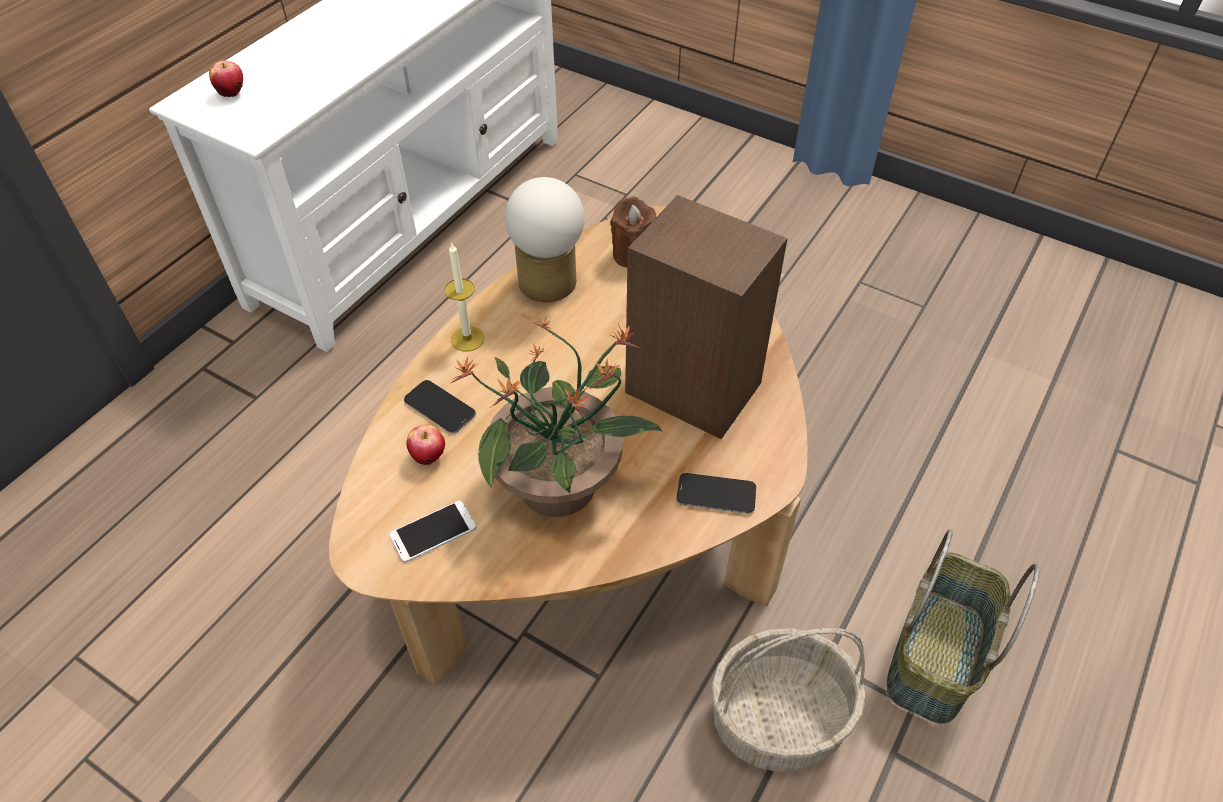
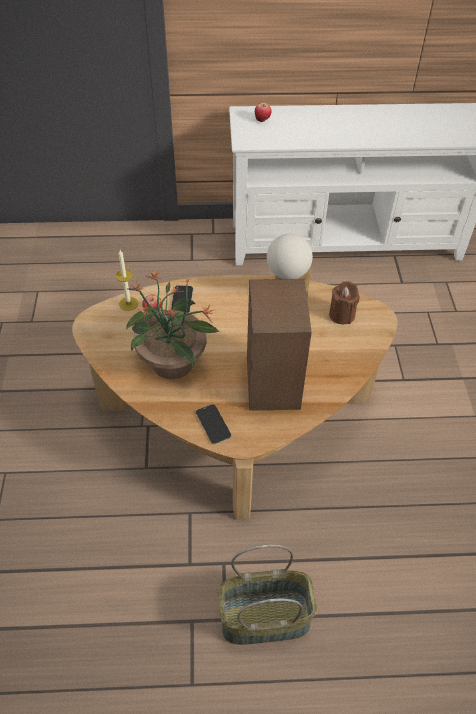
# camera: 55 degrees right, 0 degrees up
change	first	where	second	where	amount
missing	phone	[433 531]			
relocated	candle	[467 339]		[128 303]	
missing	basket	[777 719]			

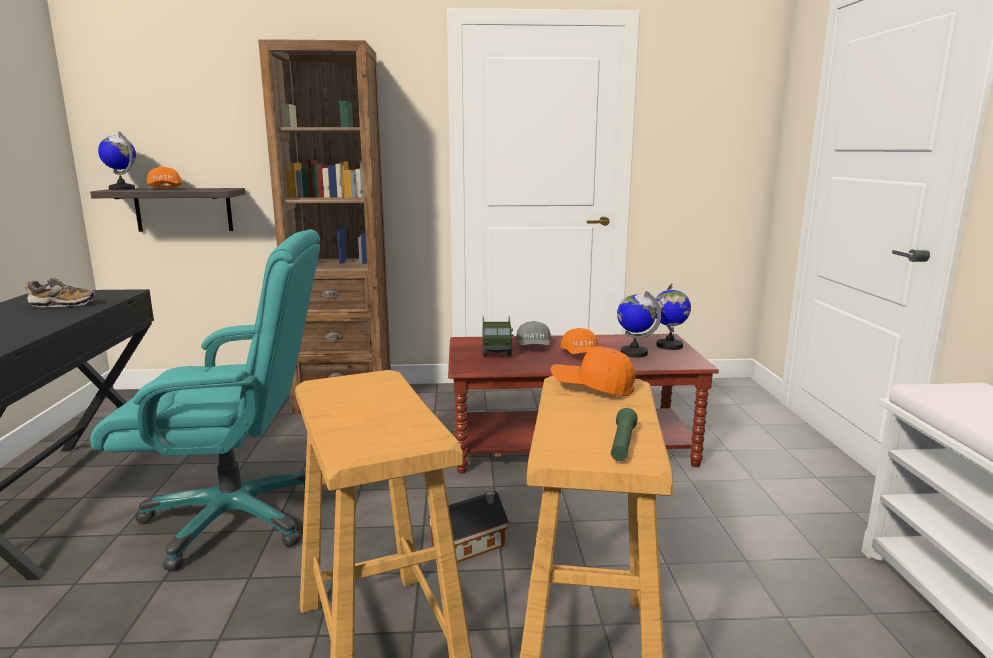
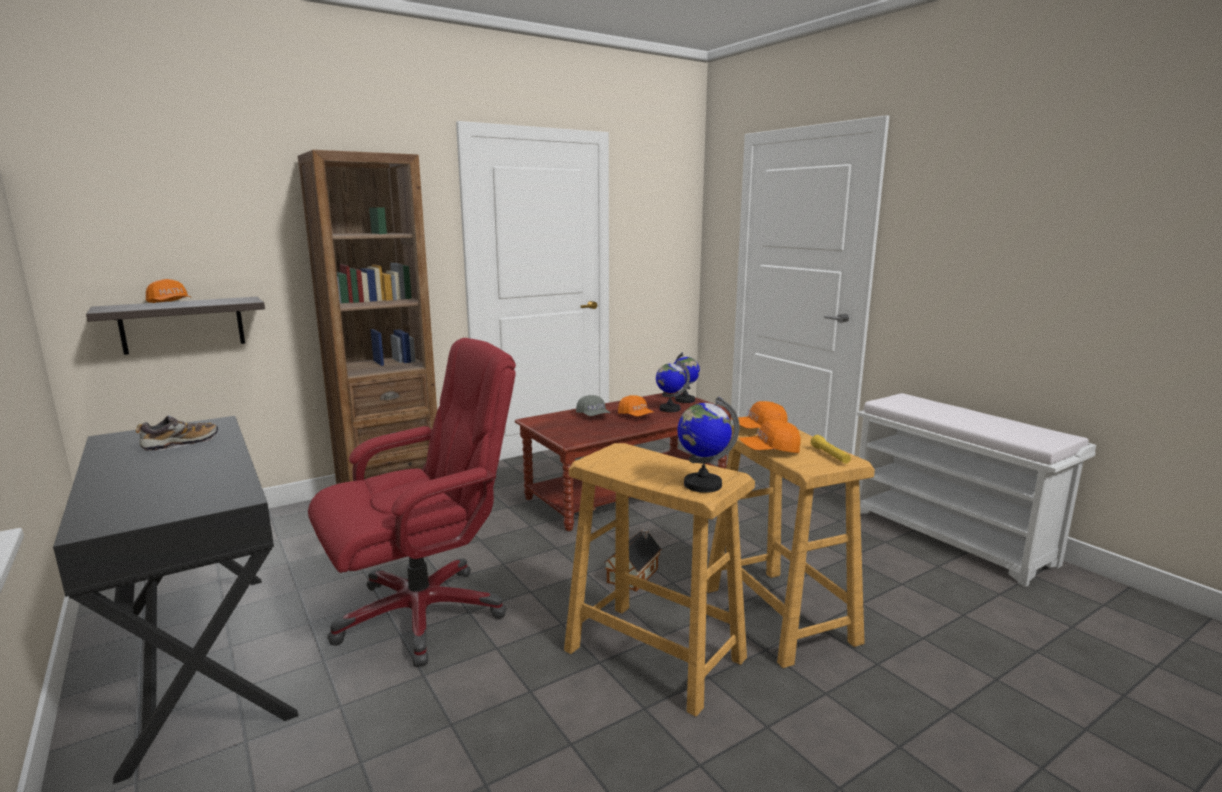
# camera: 30 degrees left, 0 degrees up
change	first	where	second	where	amount
colour	turquoise_office_chair	[236 517]	red_office_chair	[422 613]	
relocated	globe	[122 189]		[702 484]	
missing	toy_truck	[497 349]			
colour	green_flashlight	[622 444]	yellow_flashlight	[830 455]	
appeared			orange_cap	[769 450]	

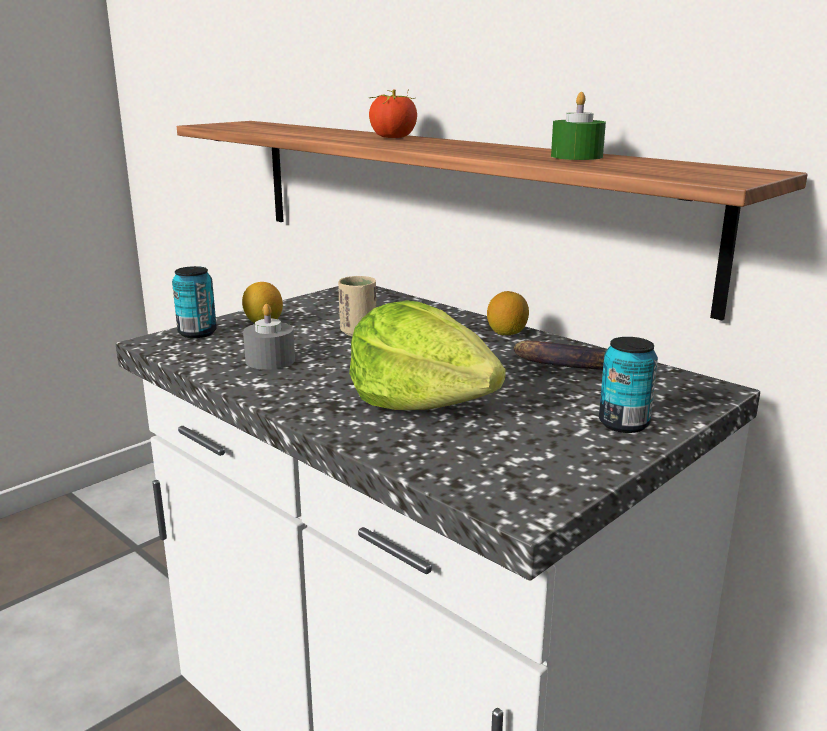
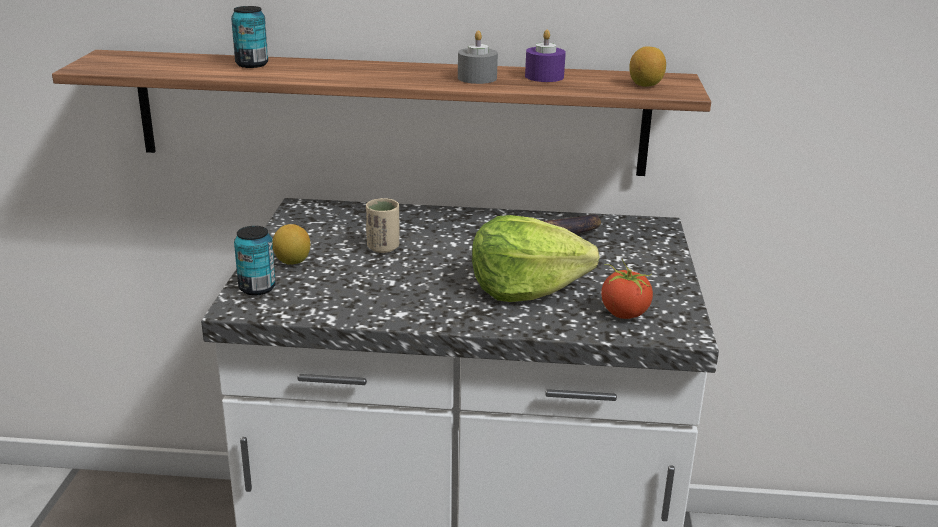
# camera: 40 degrees left, 5 degrees up
change	first	where	second	where	amount
relocated	grey_candle	[270 360]		[477 78]	
relocated	tomato	[393 137]		[624 313]	
relocated	lemon	[507 333]		[645 85]	
colour	green_candle	[576 156]	purple_candle	[544 76]	
relocated	can	[623 424]		[252 64]	

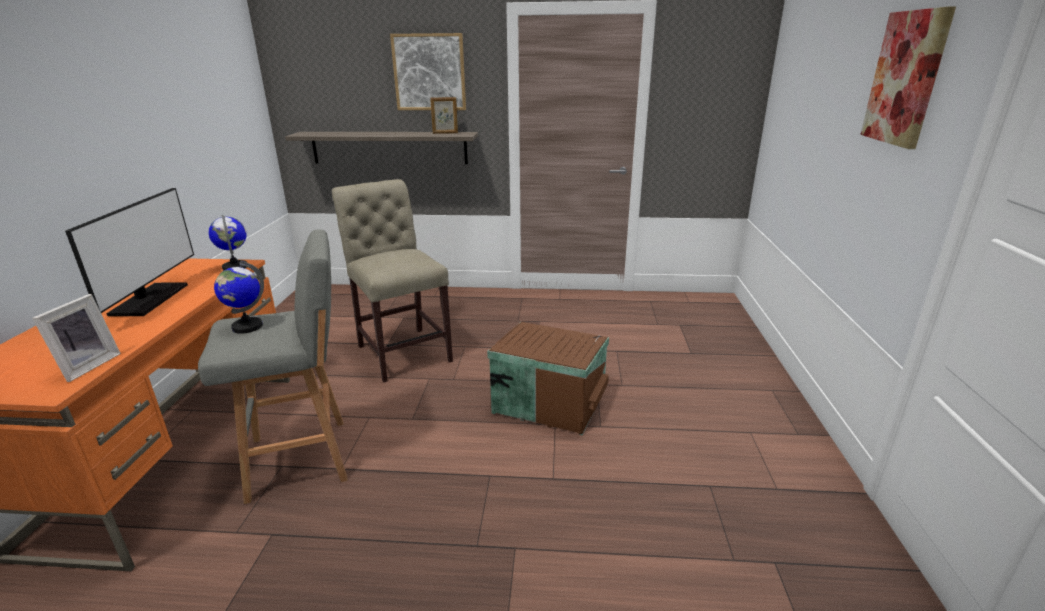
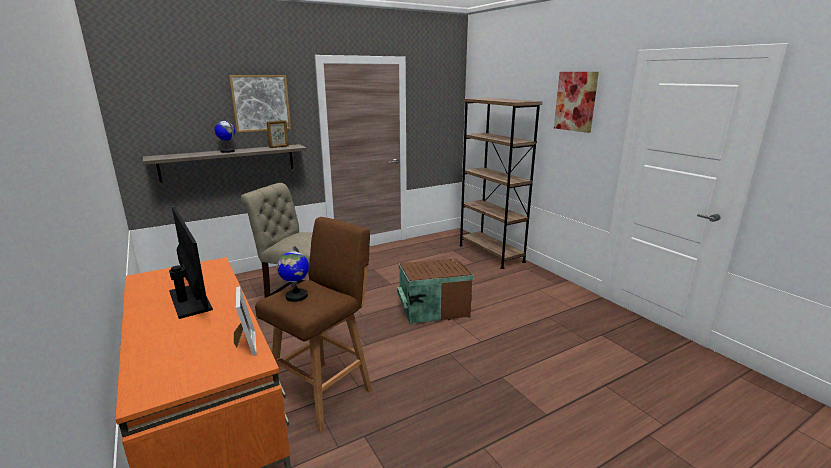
# camera: 35 degrees left, 5 degrees down
change	first	where	second	where	amount
colour	grey_stool	[303 458]	brown_stool	[324 392]	
relocated	globe	[235 267]		[227 151]	
appeared			brown_bookcase	[491 253]	

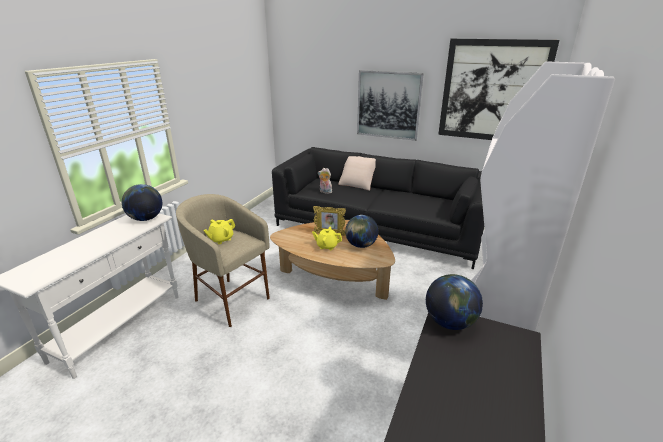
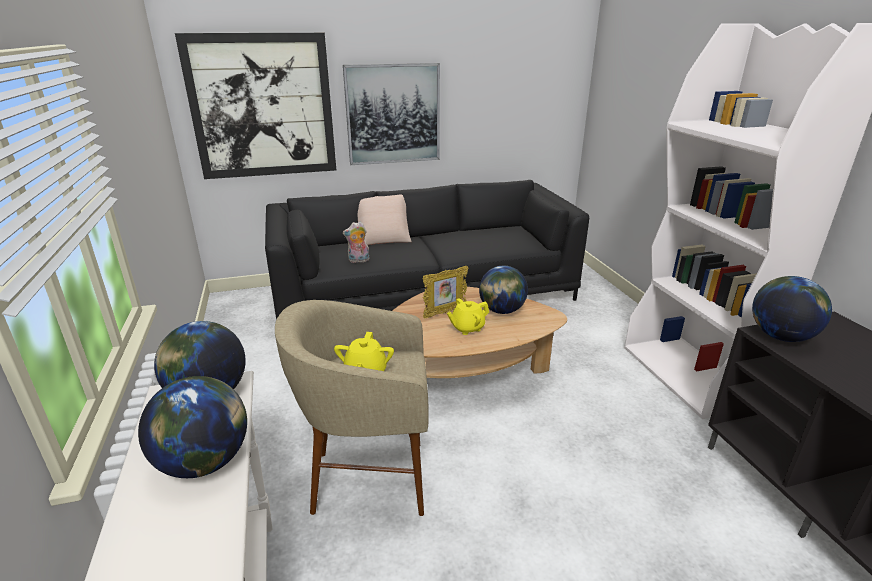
# camera: 40 degrees left, 0 degrees up
change	first	where	second	where	amount
relocated	picture	[493 91]		[262 107]	
appeared			globe	[205 462]	

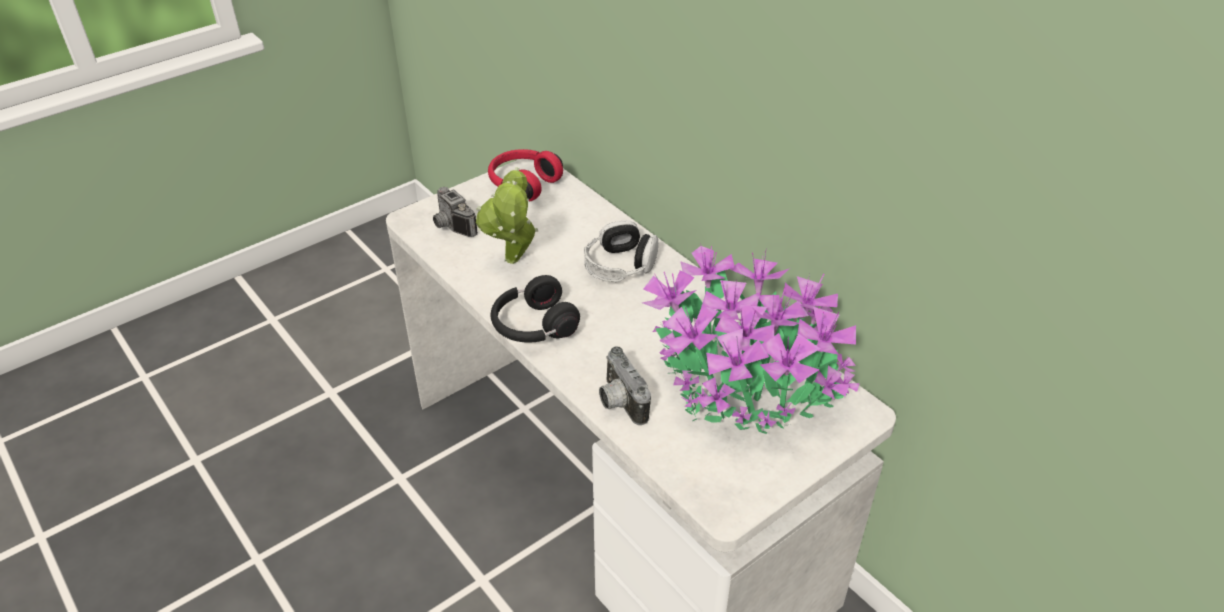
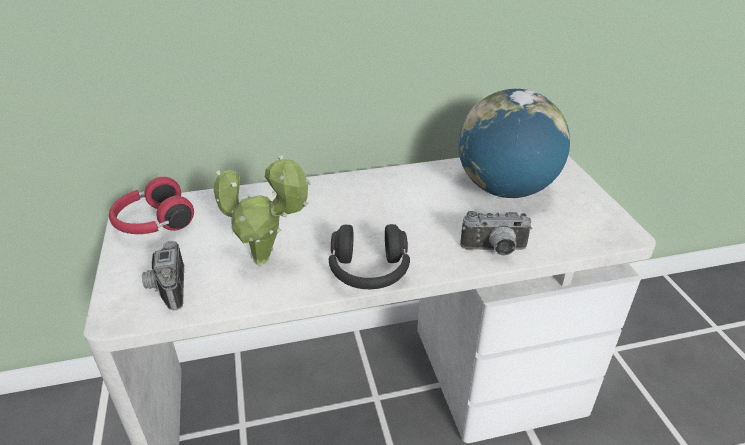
# camera: 65 degrees left, 5 degrees down
change	first	where	second	where	amount
spun	photo_camera	[450 226]		[165 288]	90 degrees clockwise
missing	headphones	[620 265]			
exchanged	potted_plant	[745 387]	globe	[505 189]	

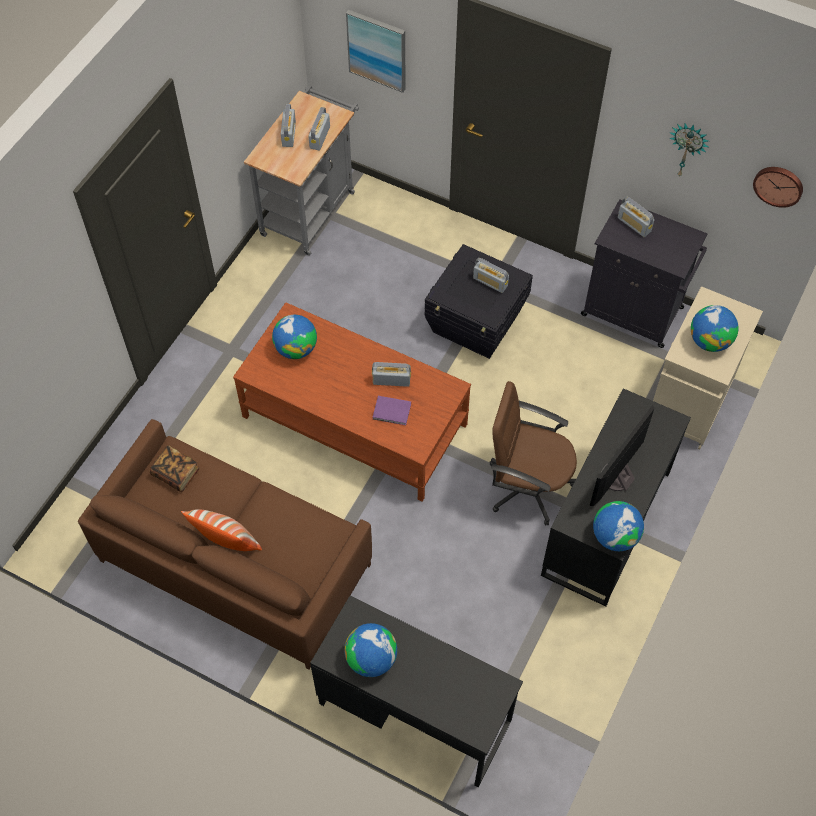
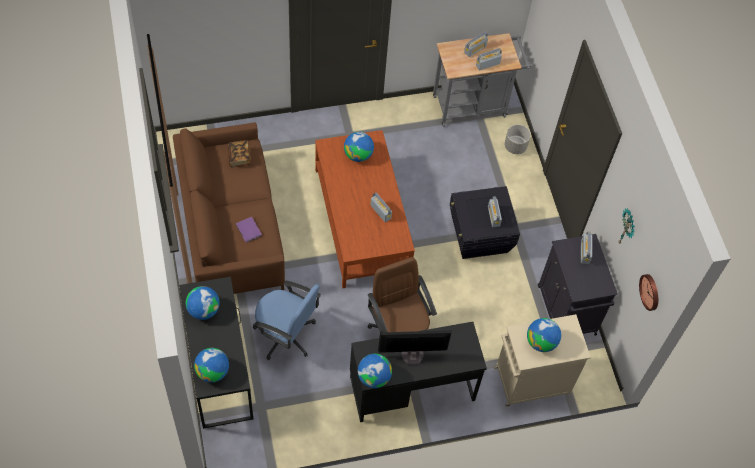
# camera: 45 degrees right, 0 degrees up
change	first	where	second	where	amount
missing	pillow	[227 543]			
missing	picture	[377 50]			
relocated	purple_book	[392 412]		[248 231]	
appeared			globe	[213 372]	
appeared			blue_office_chair	[286 335]	
appeared			grey_planter	[515 146]	

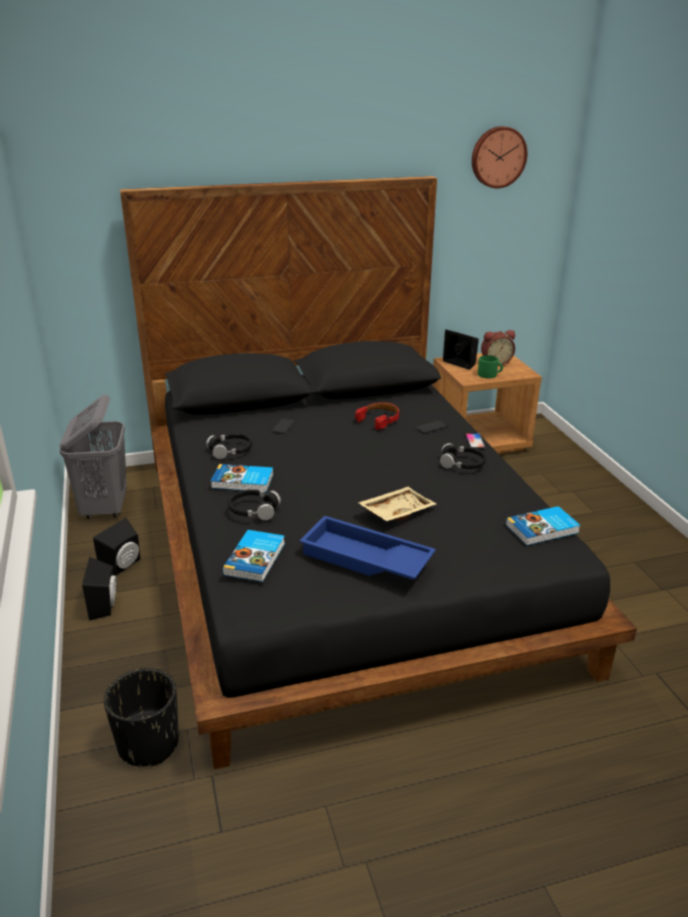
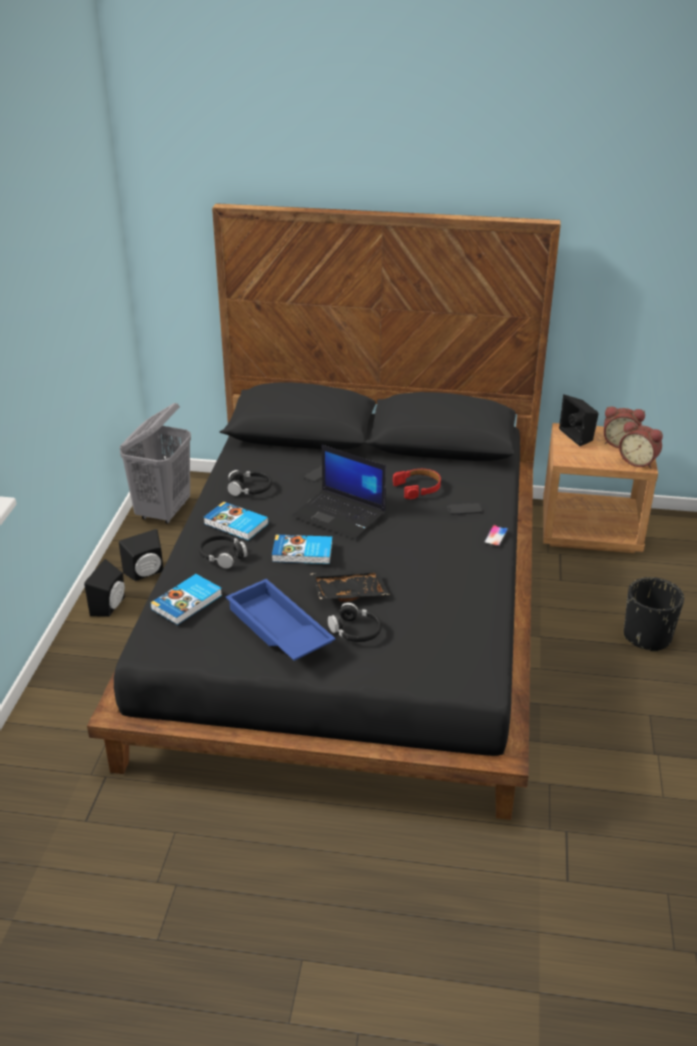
# camera: 25 degrees right, 5 degrees up
change	first	where	second	where	amount
relocated	black_planter	[148 744]		[647 637]	
colour	beige_tray	[396 511]	black_tray	[349 591]	
relocated	black_headphones	[462 464]		[355 631]	
missing	wall_clock	[498 157]			
missing	green_mug	[489 375]			
relocated	book	[543 529]		[302 553]	
appeared			laptop	[341 514]	
appeared			alarm_clock	[638 461]	

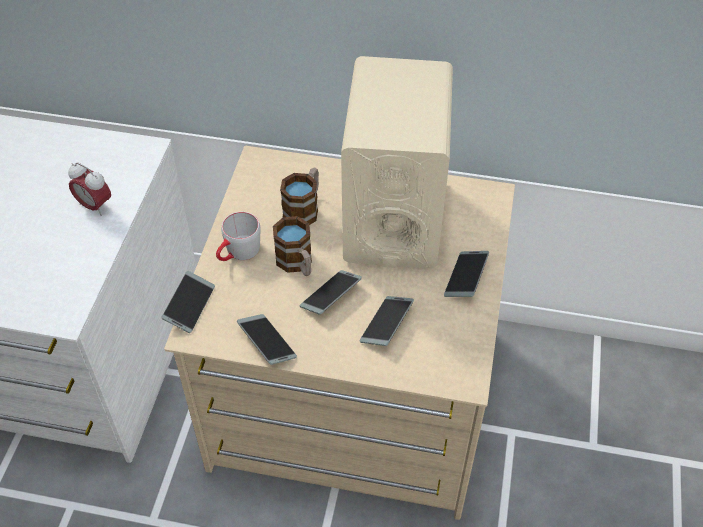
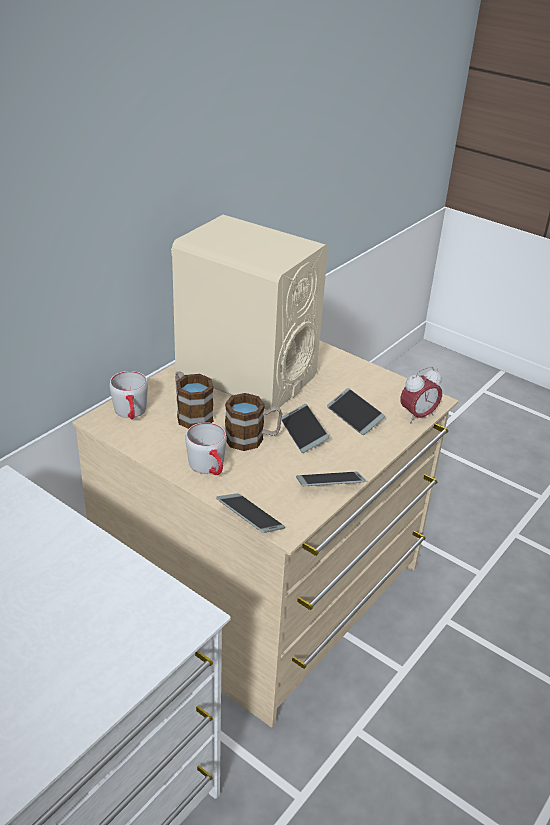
# camera: 65 degrees left, 15 degrees down
change	first	where	second	where	amount
relocated	alarm_clock	[95 206]		[417 416]	
missing	phone	[466 278]			
appeared			grey_mug	[131 413]	

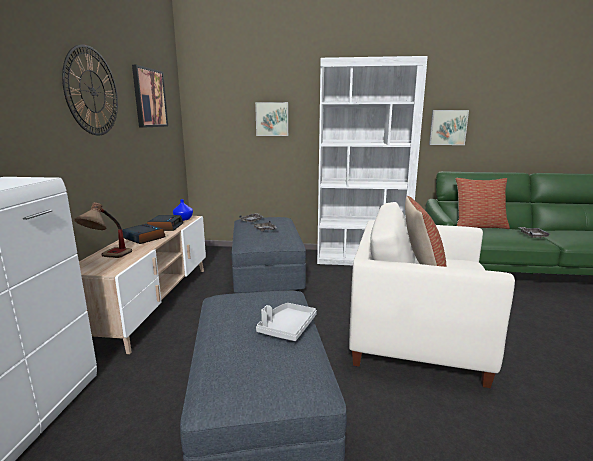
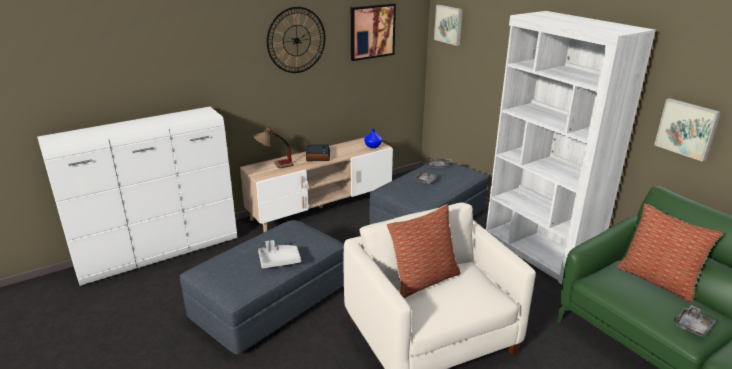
# camera: 50 degrees right, 10 degrees up
change	first	where	second	where	amount
missing	alarm_clock	[165 227]			
relocated	picture	[272 119]		[449 24]	

